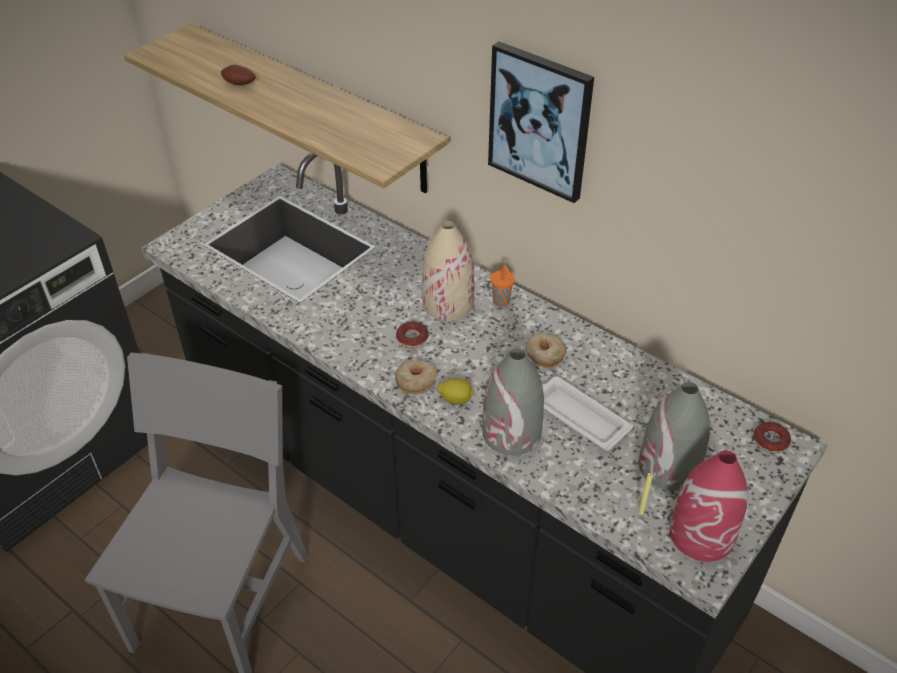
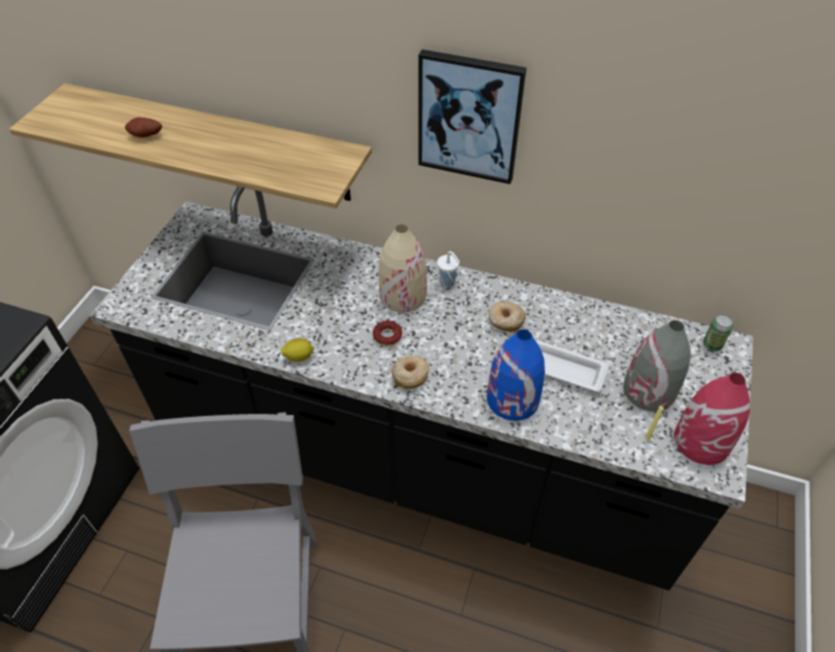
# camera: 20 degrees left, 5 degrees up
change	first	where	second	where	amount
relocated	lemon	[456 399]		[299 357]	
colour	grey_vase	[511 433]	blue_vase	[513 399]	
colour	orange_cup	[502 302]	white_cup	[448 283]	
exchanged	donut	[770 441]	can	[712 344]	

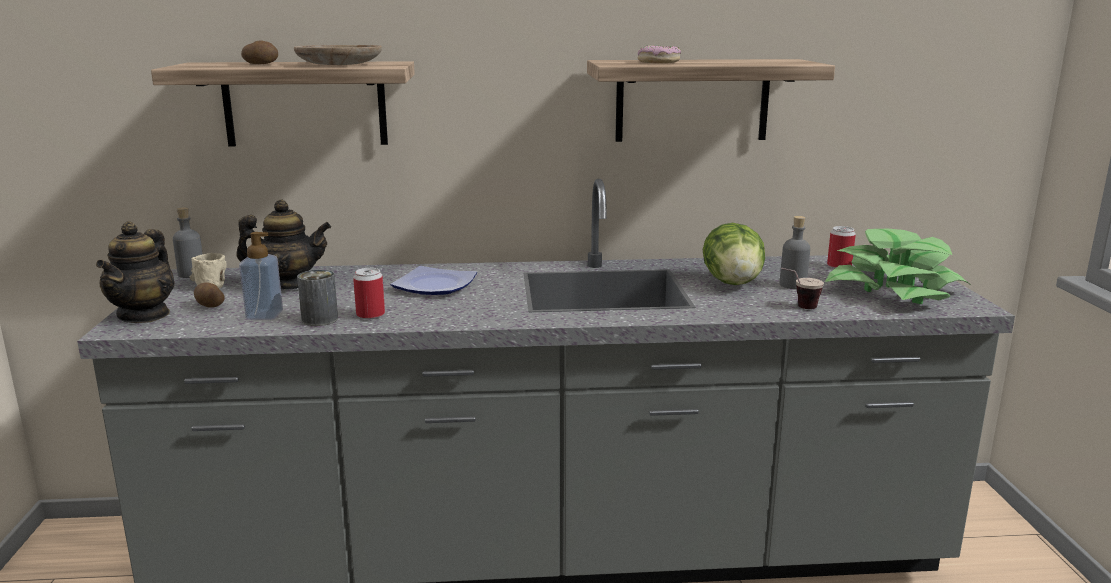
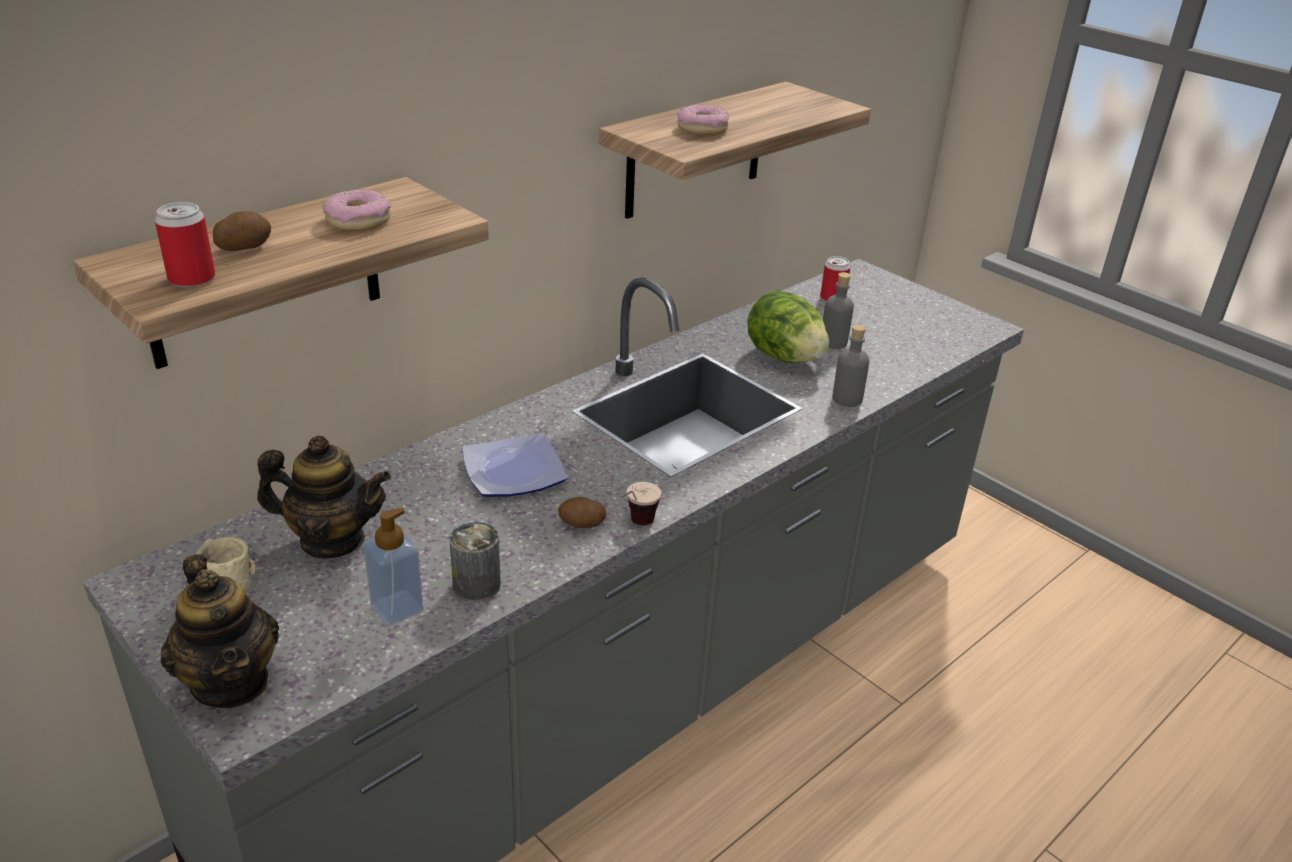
# camera: 40 degrees left, 15 degrees up
change	first	where	second	where	amount
relocated	grey_bottle	[191 274]		[847 399]	
relocated	potato	[209 305]		[581 524]	
spun	teapot	[289 285]		[332 540]	45 degrees clockwise
exchanged	beige_plate	[339 64]	donut	[358 220]	
relocated	can	[370 315]		[192 279]	
relocated	cup	[798 308]		[635 526]	
missing	potted_plant	[894 290]			

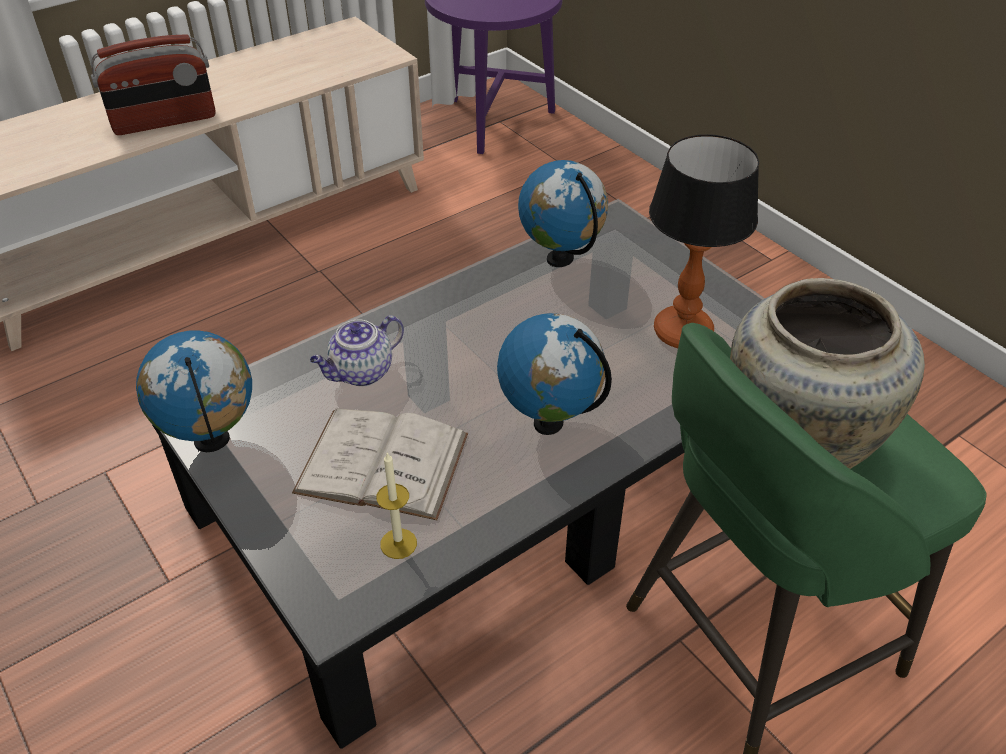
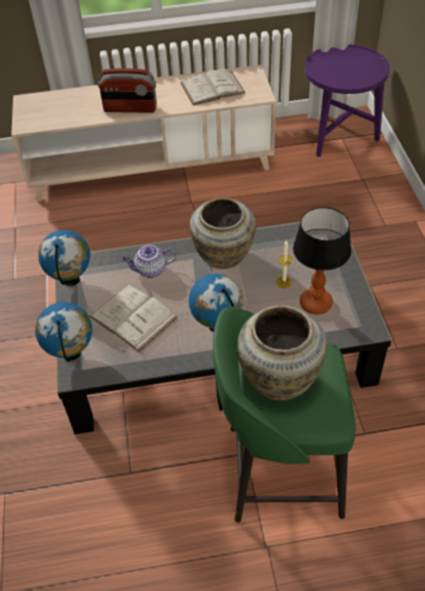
# camera: 30 degrees right, 5 degrees up
change	first	where	second	where	amount
relocated	candle	[398 543]		[283 282]	
relocated	globe	[560 259]		[72 354]	
appeared			white_book	[212 88]	
appeared			beige_vase	[223 257]	

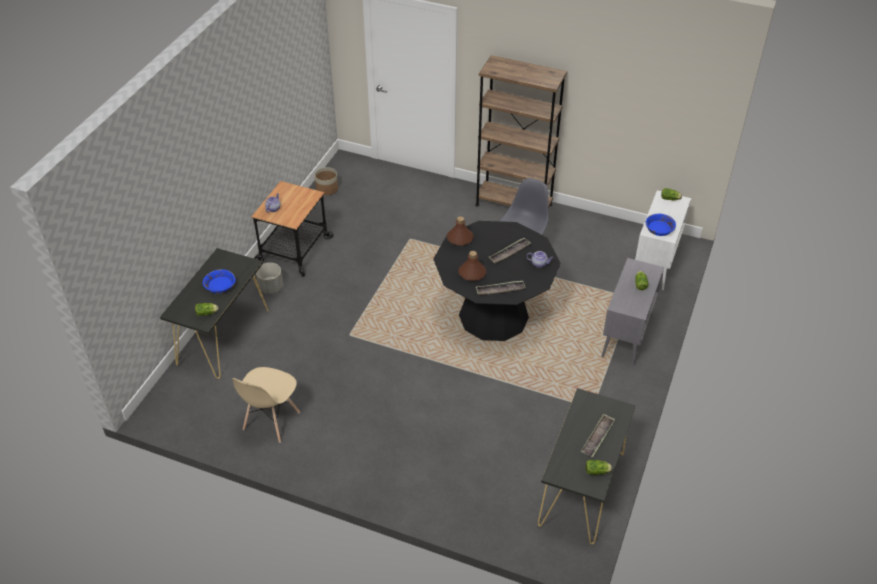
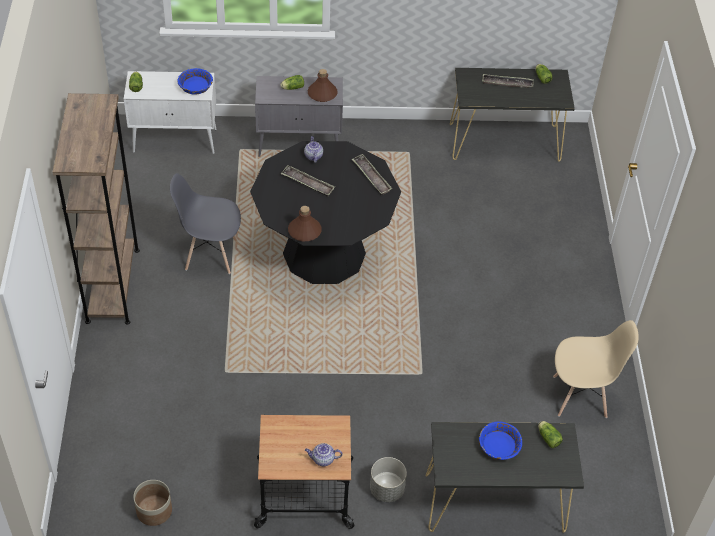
# camera: 115 degrees left, 5 degrees up
change	first	where	second	where	amount
relocated	brown_bottle	[472 273]		[322 93]	

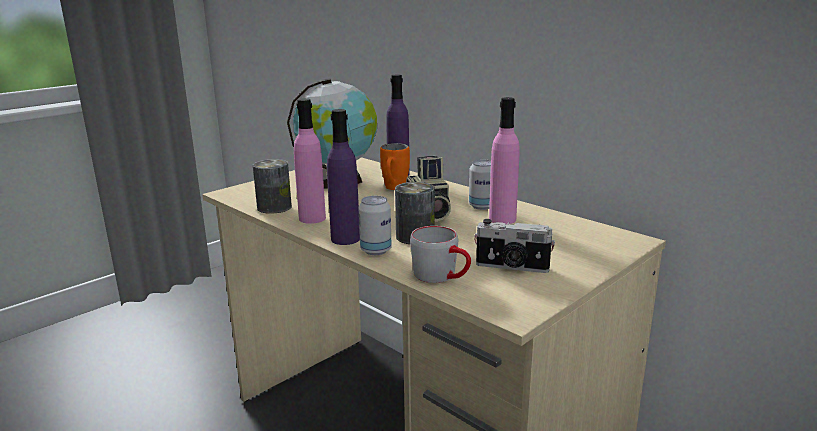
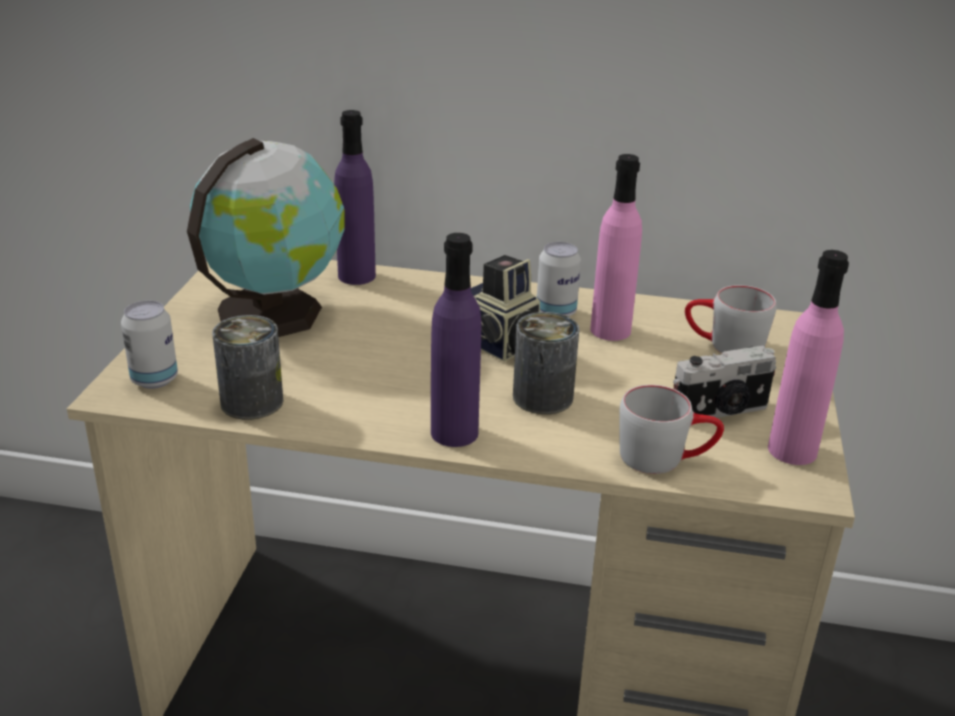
# camera: 35 degrees left, 10 degrees up
change	first	where	second	where	amount
relocated	pink_bottle	[312 218]		[792 450]	
relocated	can	[376 250]		[154 380]	
missing	orange_mug	[394 189]			
appeared			grey_mug	[724 345]	

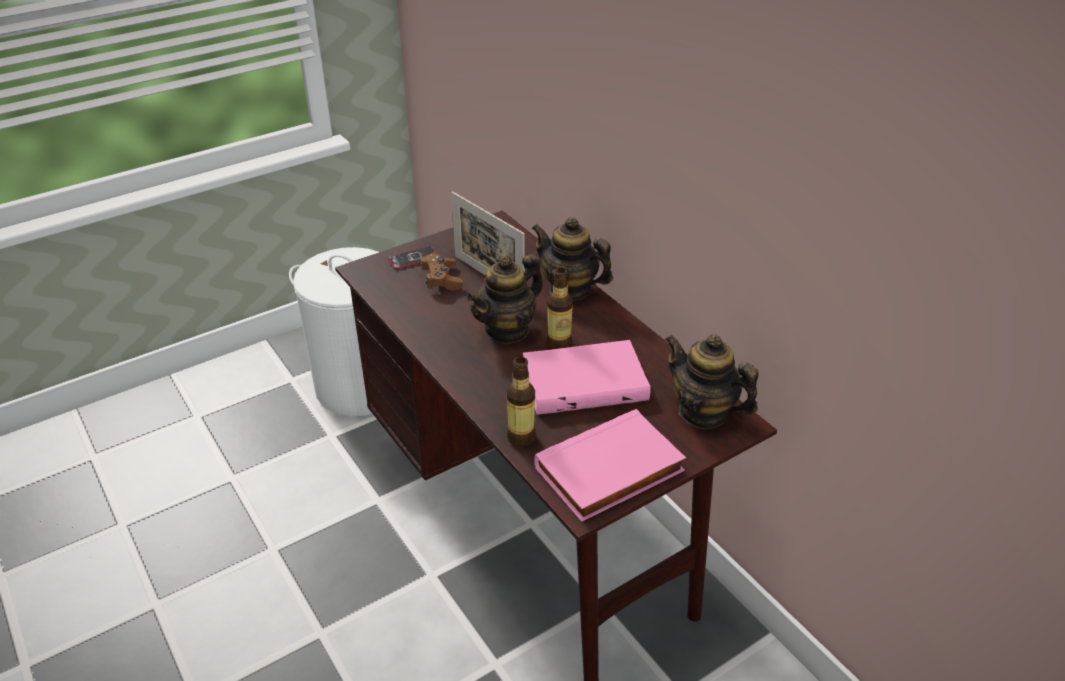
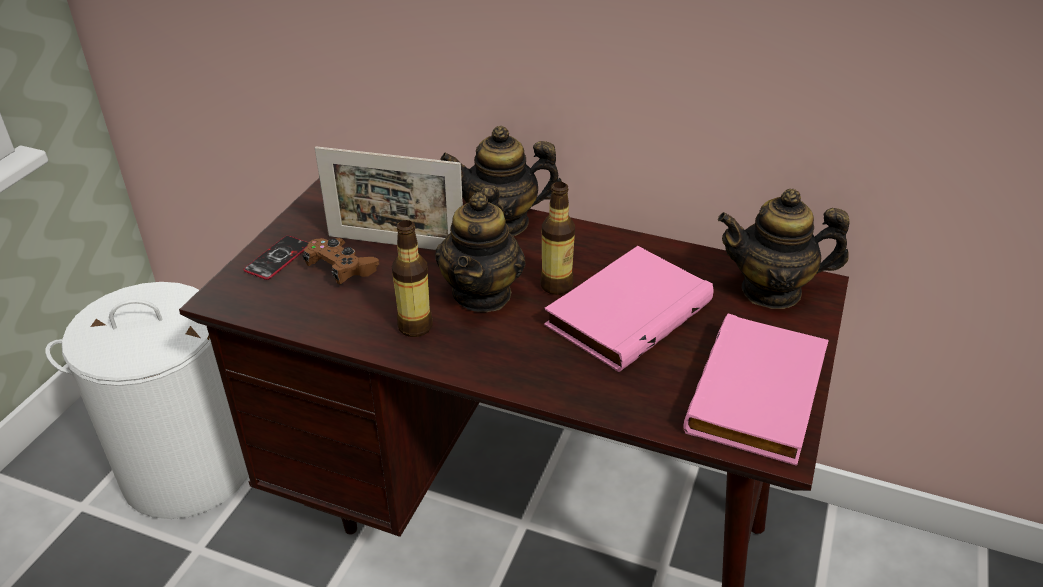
# camera: 35 degrees left, 0 degrees up
change	first	where	second	where	amount
relocated	bottle	[521 438]		[415 326]	

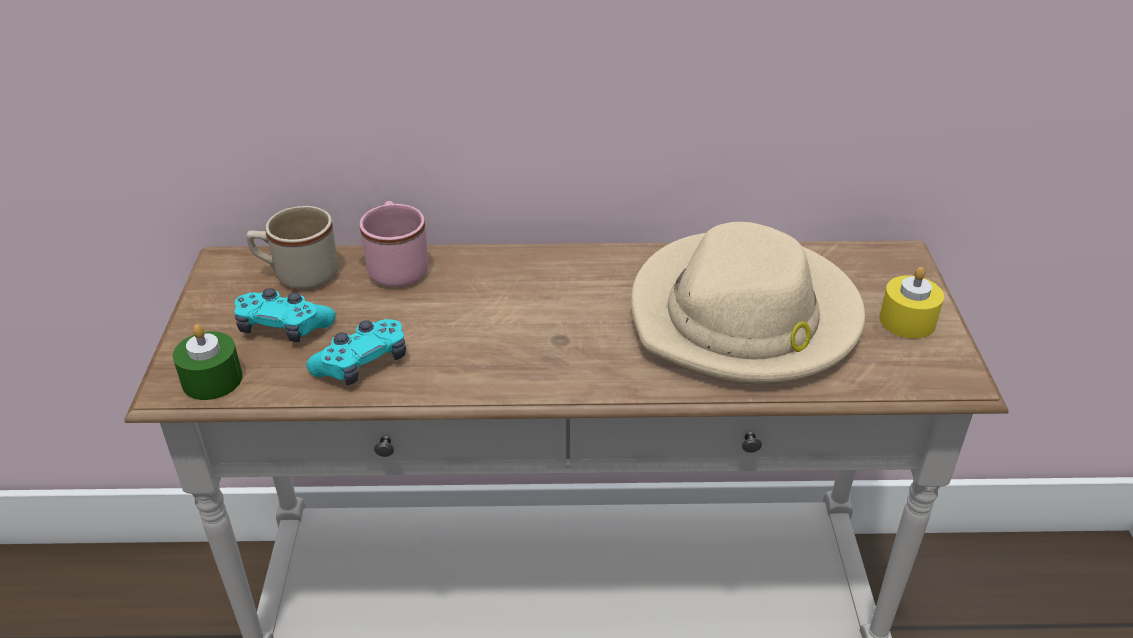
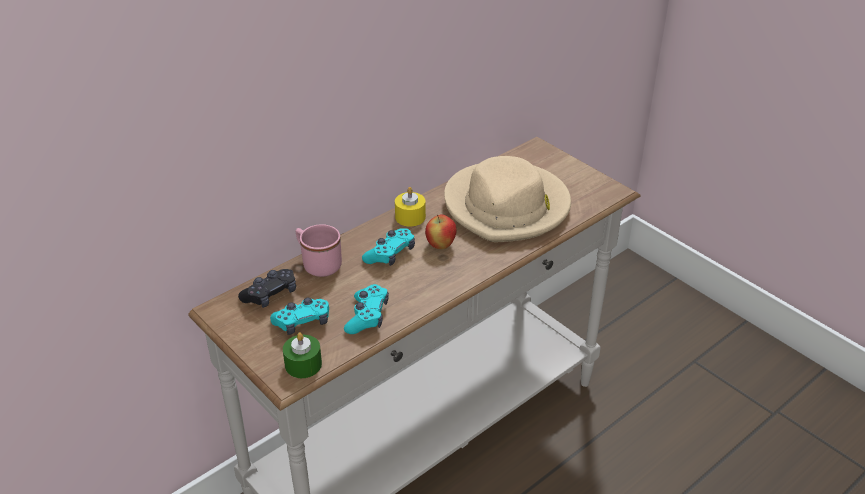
# camera: 40 degrees left, 0 degrees up
change	first	where	second	where	amount
exchanged	beige_mug	[298 275]	black_game_controller	[270 295]	
relocated	yellow_candle	[907 320]		[410 217]	
appeared			turquoise_game_controller	[390 254]	
appeared			apple	[440 245]	

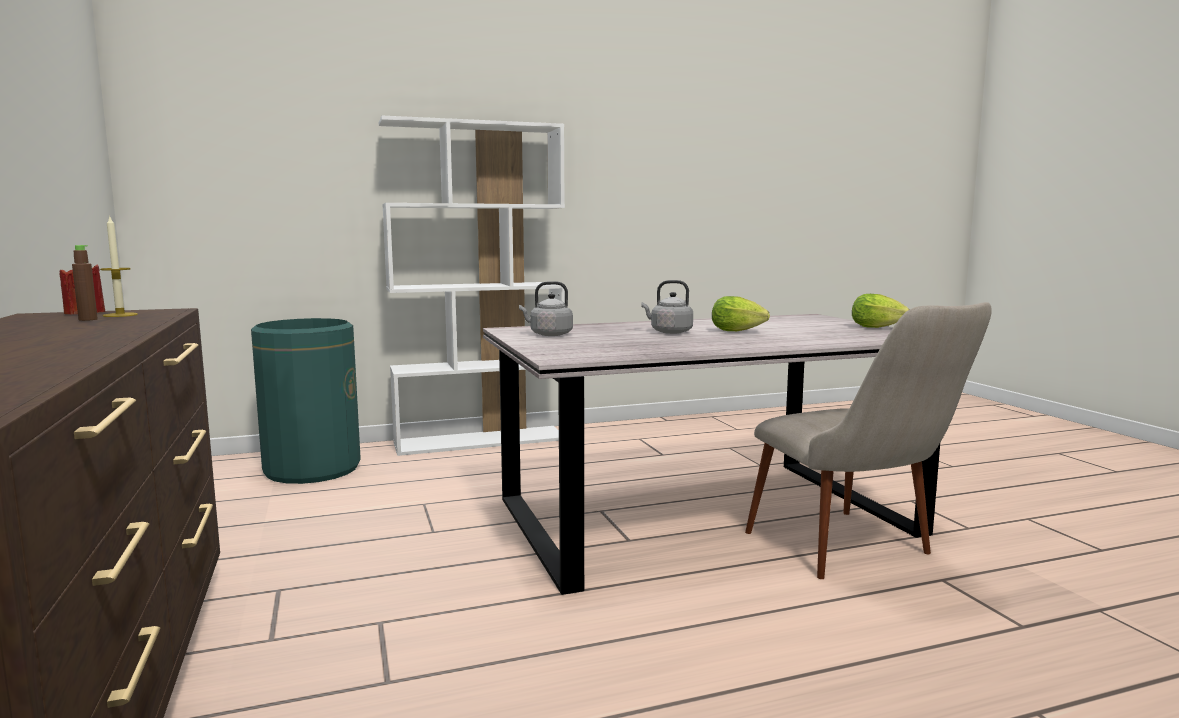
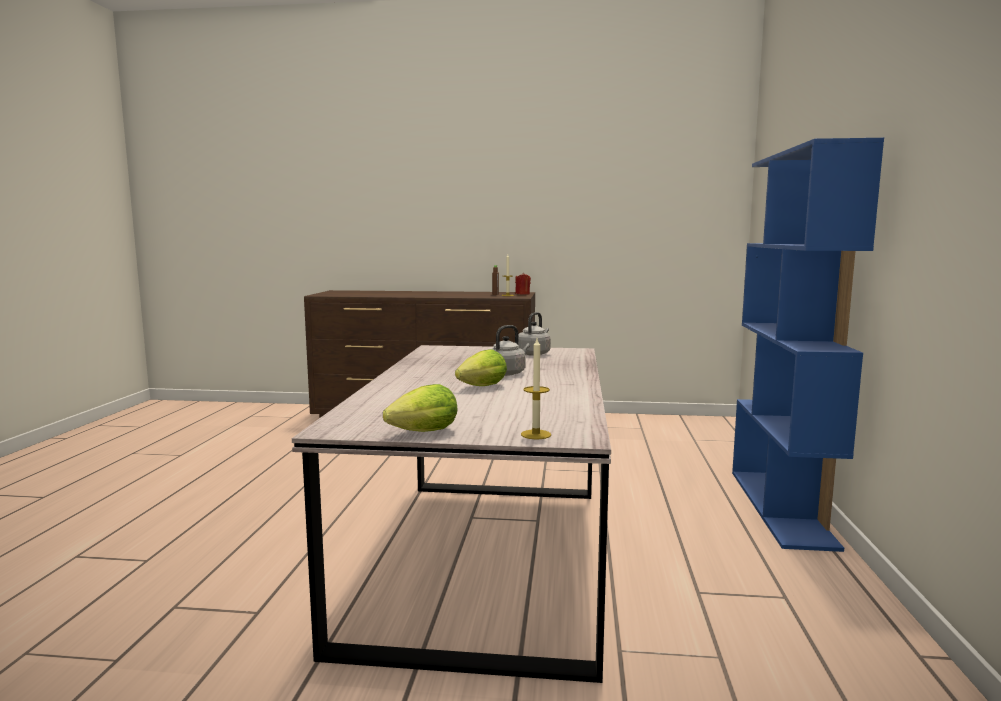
# camera: 115 degrees right, 0 degrees up
change	first	where	second	where	amount
missing	green_trash_can	[312 469]			
colour	white_bookcase	[481 441]	blue_bookcase	[781 507]	
missing	beige_chair	[856 554]			
appeared			candle	[536 434]	

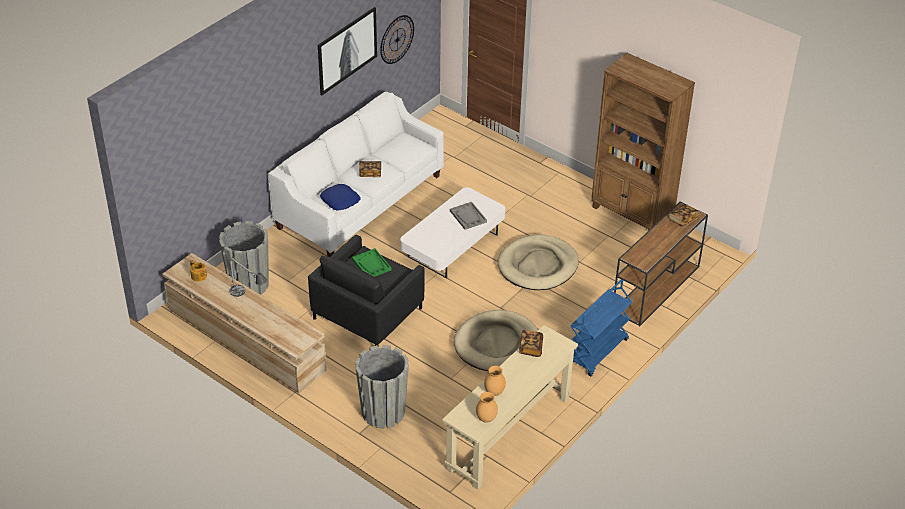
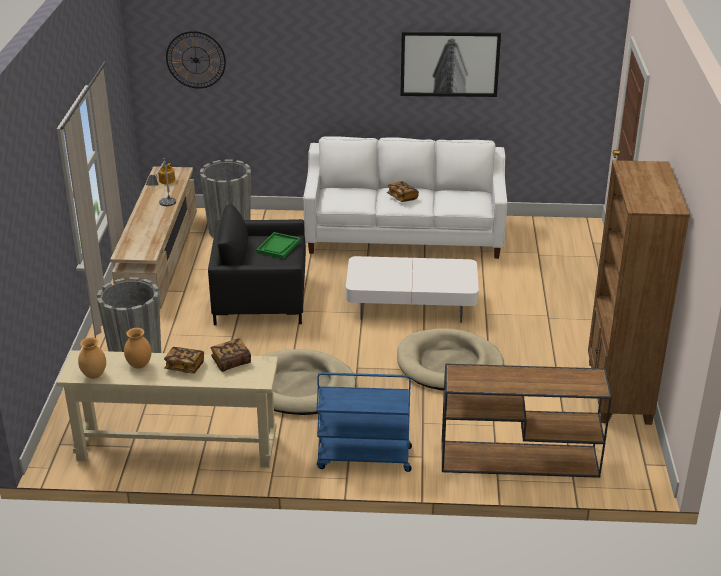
# camera: 55 degrees right, 10 degrees down
change	first	where	second	where	amount
missing	blue_pillow	[340 200]			
relocated	wall_clock	[397 39]		[195 60]	
missing	grey_tray	[468 216]			
relocated	book	[682 220]		[184 367]	

